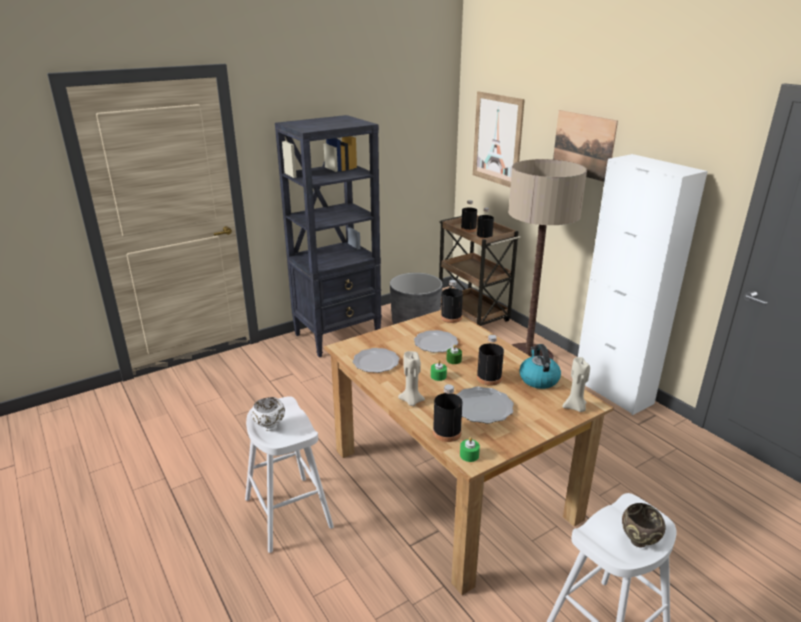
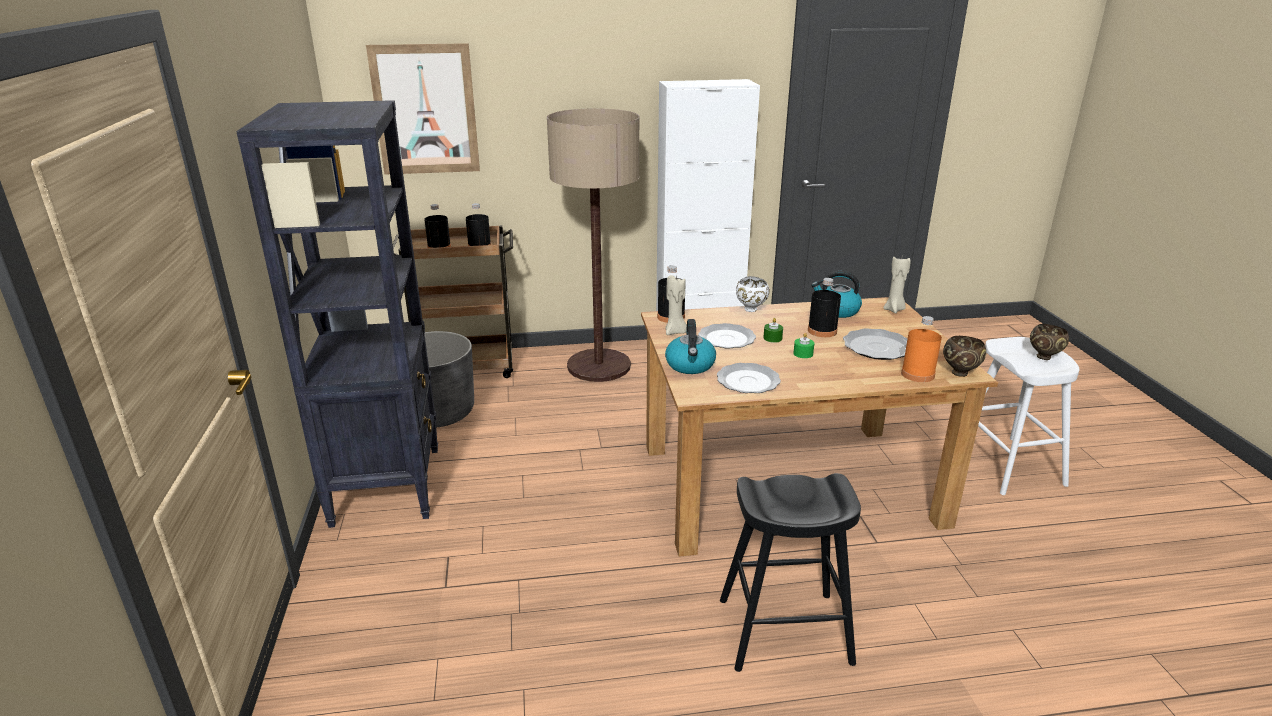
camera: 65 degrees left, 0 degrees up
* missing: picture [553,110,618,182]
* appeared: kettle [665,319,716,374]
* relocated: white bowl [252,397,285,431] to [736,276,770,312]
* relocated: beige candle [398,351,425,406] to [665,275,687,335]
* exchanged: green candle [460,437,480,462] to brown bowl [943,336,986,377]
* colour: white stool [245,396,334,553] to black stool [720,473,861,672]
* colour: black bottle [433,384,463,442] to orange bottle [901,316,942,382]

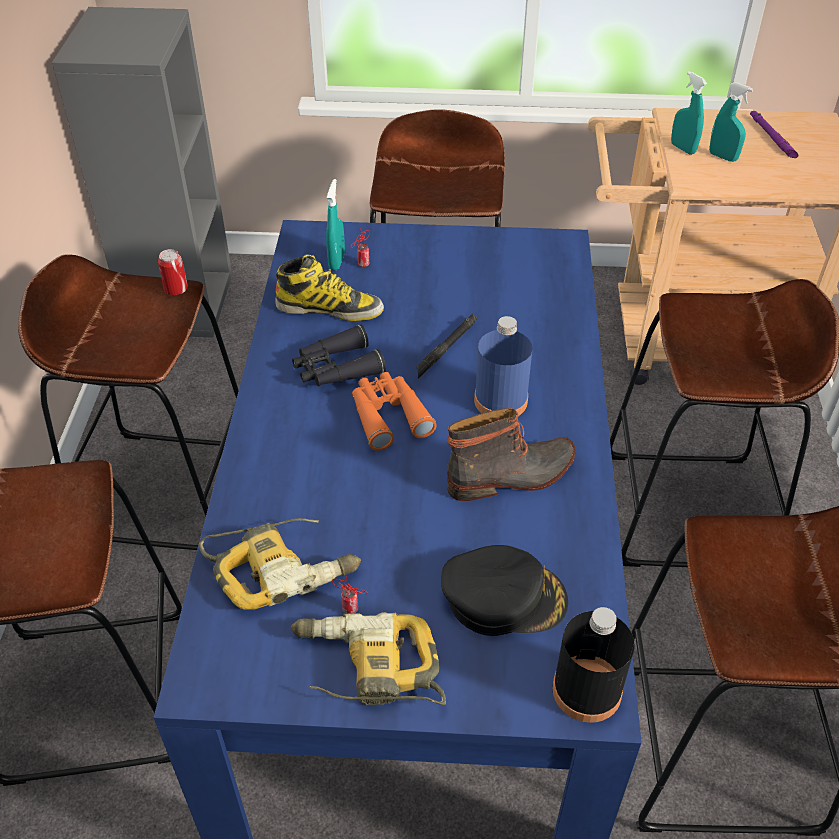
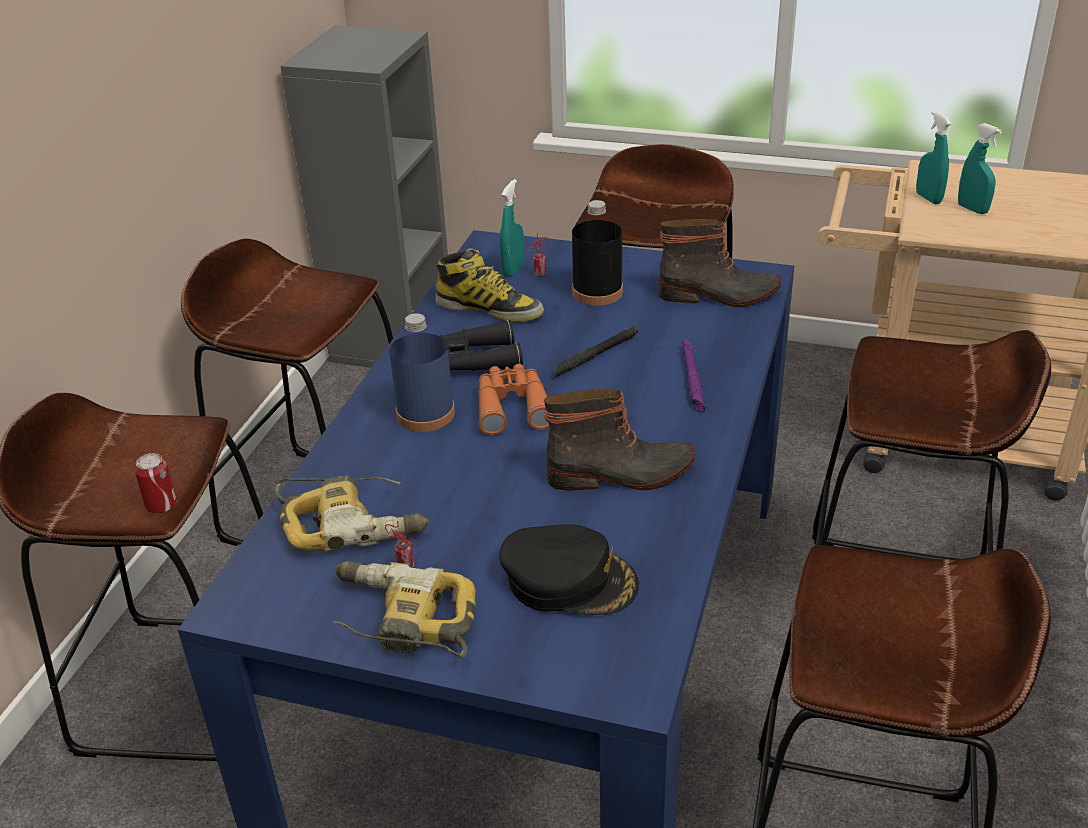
camera: 15 degrees right, 10 degrees down
* appeared: boot [659,219,781,307]
* relocated: can [158,249,188,295] to [135,453,177,513]
* relocated: blue bottle [474,316,533,416] to [389,313,455,432]
* relocated: black bottle [552,607,634,723] to [572,200,623,306]
* relocated: purple flashlight [750,111,798,158] to [682,339,705,412]

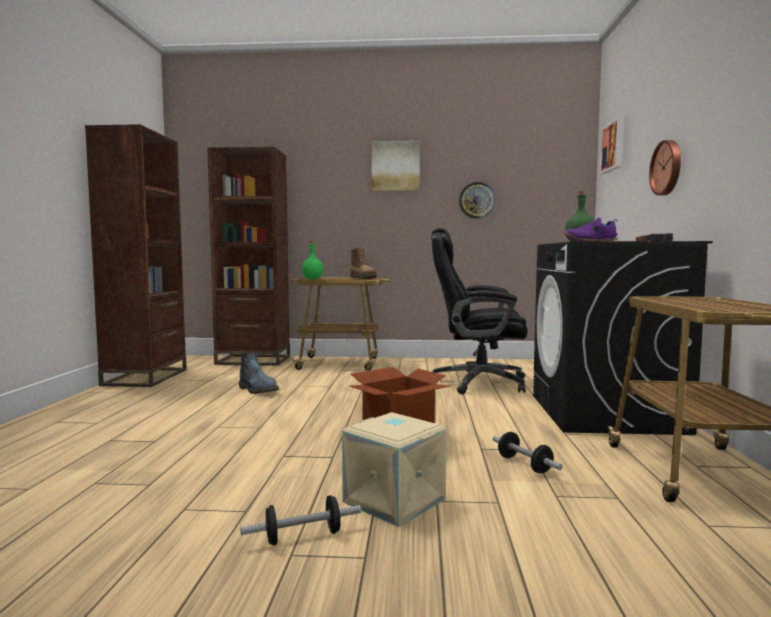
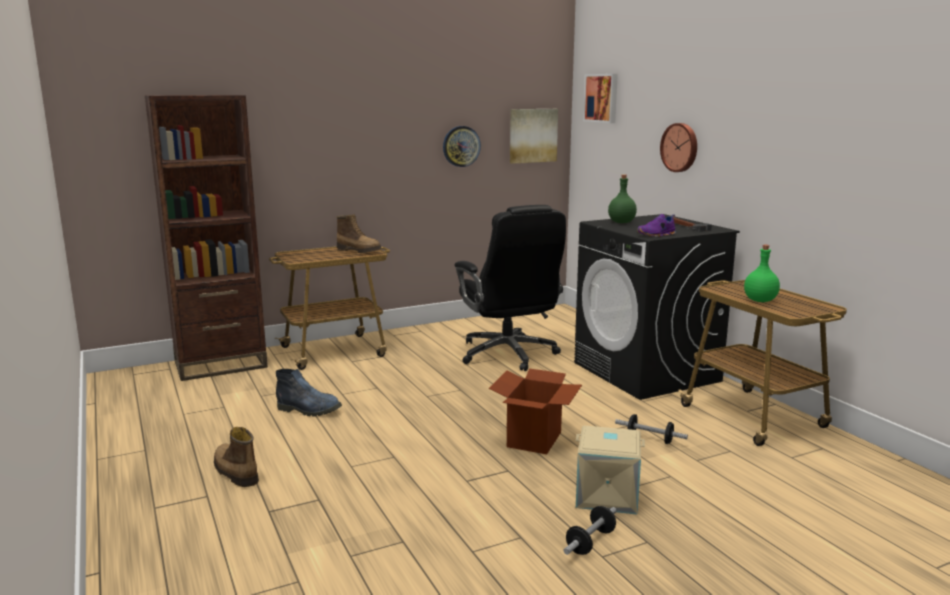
camera: 30 degrees left, 10 degrees up
* missing: brown bookcase [85,124,187,387]
* appeared: boot [214,427,259,487]
* relocated: green bottle [302,241,323,279] to [744,245,780,302]
* relocated: picture [371,141,420,191] to [510,109,558,164]
* spun: black office chair [431,228,528,394] = [455,205,566,371] 90 degrees counterclockwise

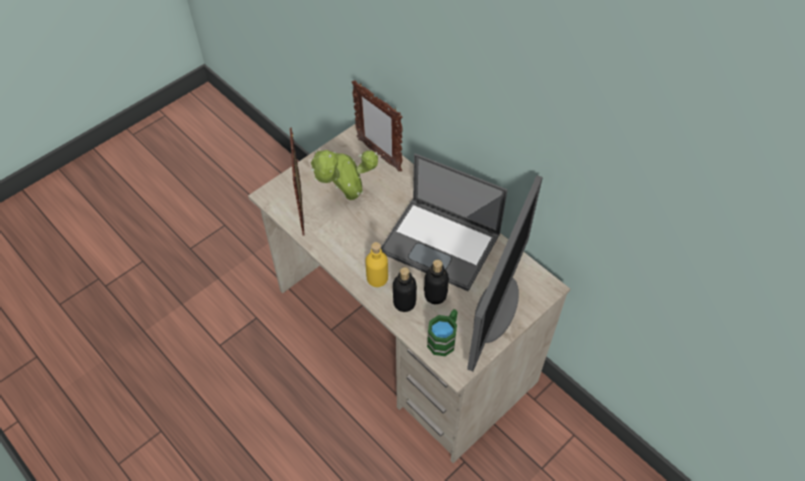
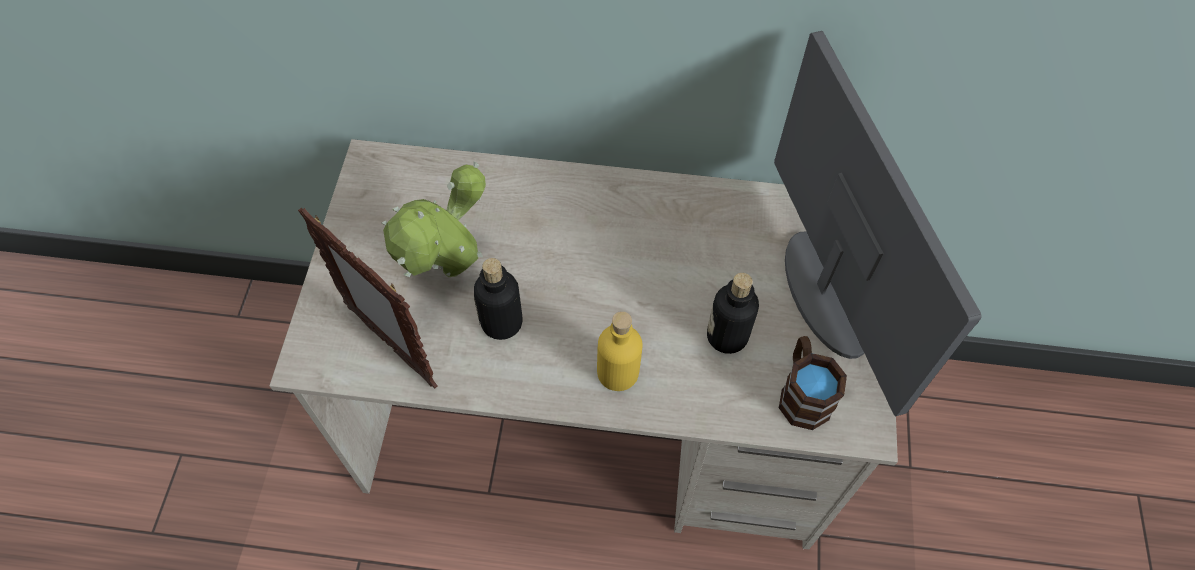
camera: 40 degrees left, 5 degrees up
* missing: picture frame [352,80,403,172]
* missing: laptop [381,153,508,291]
* relocated: bottle [393,267,417,312] to [474,258,522,340]
* colour: green mug [427,309,458,356] to brown mug [779,336,847,430]

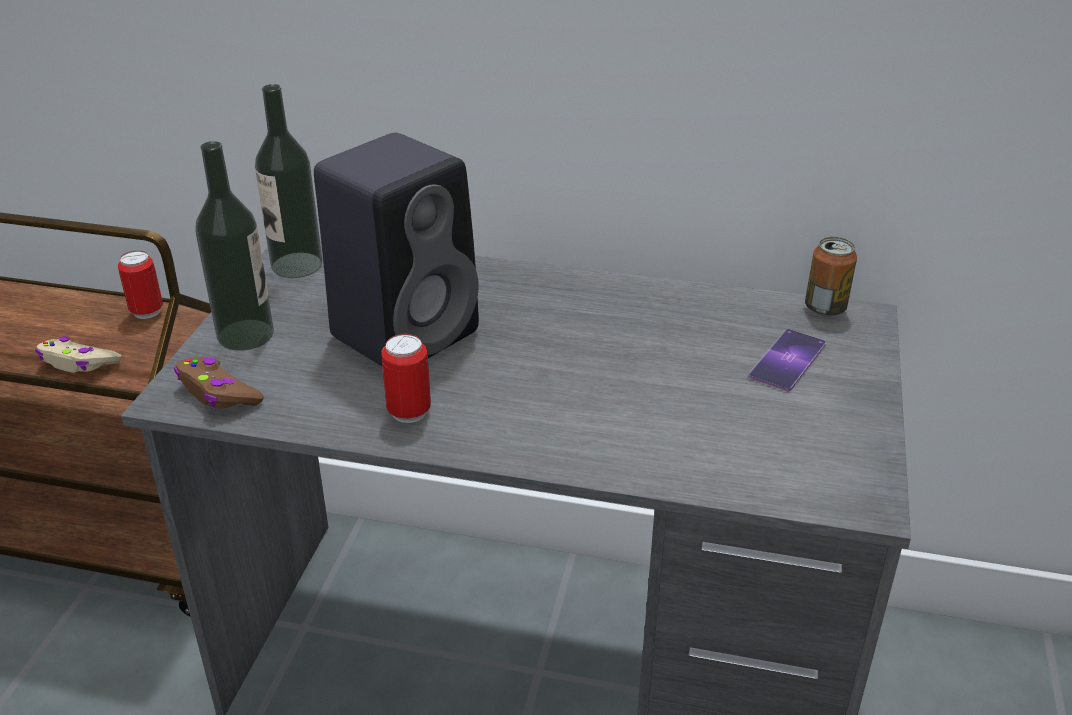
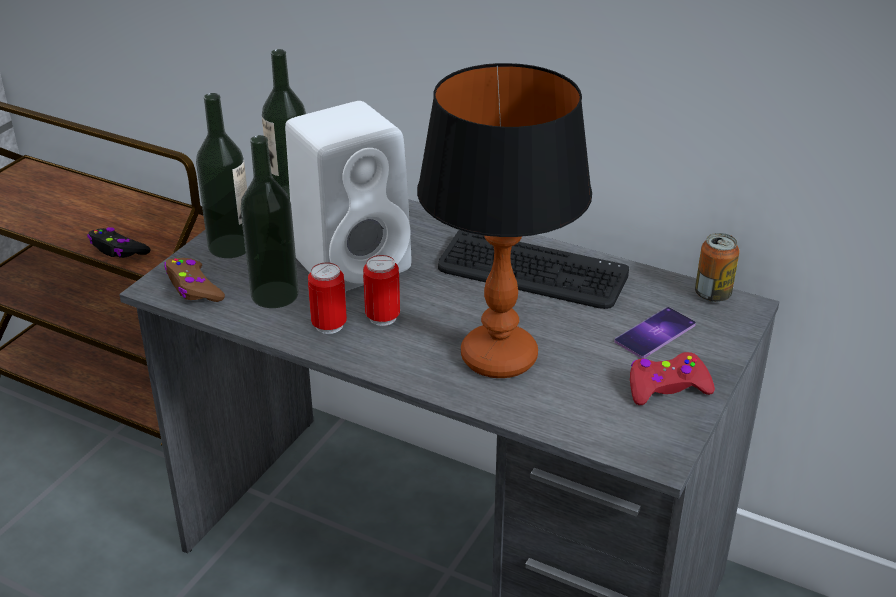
camera: 15 degrees right, 0 degrees up
* appeared: bottle [240,135,299,308]
* appeared: table lamp [417,63,592,378]
* appeared: keyboard [438,230,629,309]
* appeared: red game controller [630,352,715,405]
* relocated: can [118,251,163,319] to [363,255,400,326]
* colour: beige game controller [35,336,121,373] to black game controller [87,227,151,258]
* colour: black speaker [314,133,479,366] to white speaker [285,101,411,291]

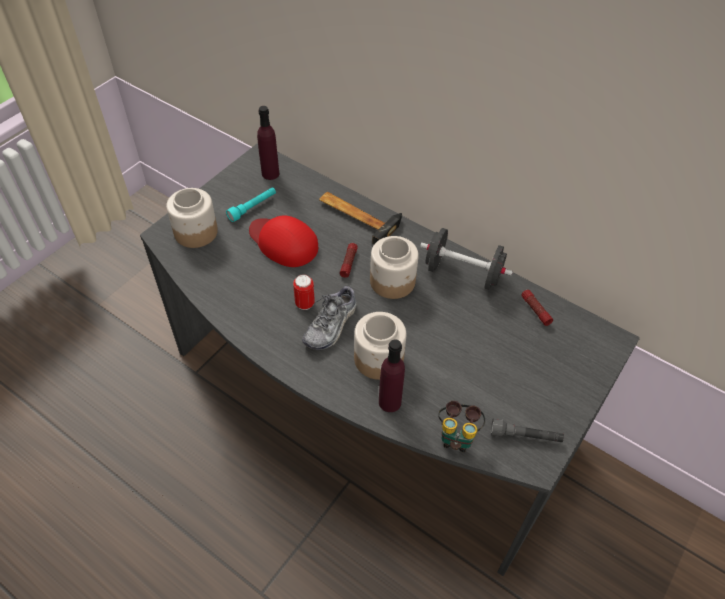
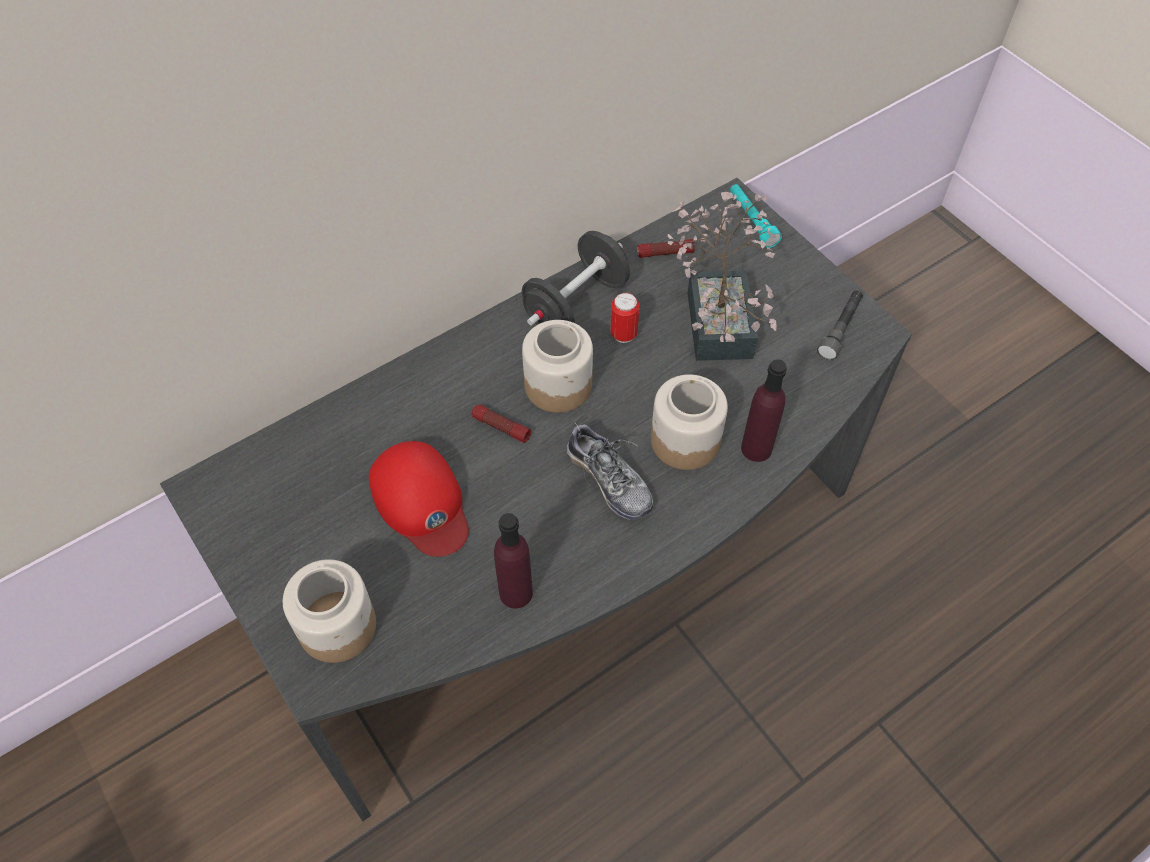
camera: 70 degrees left, 5 degrees up
* missing: hammer [319,192,402,244]
* missing: binoculars [439,401,485,452]
* appeared: potted plant [668,192,777,361]
* relocated: turquoise flashlight [226,187,276,222] to [730,184,782,248]
* relocated: purple bottle [257,106,279,180] to [494,513,533,609]
* relocated: can [293,274,315,310] to [610,293,639,343]
* spun: red cap [249,216,318,267] = [369,441,469,557] 90 degrees counterclockwise

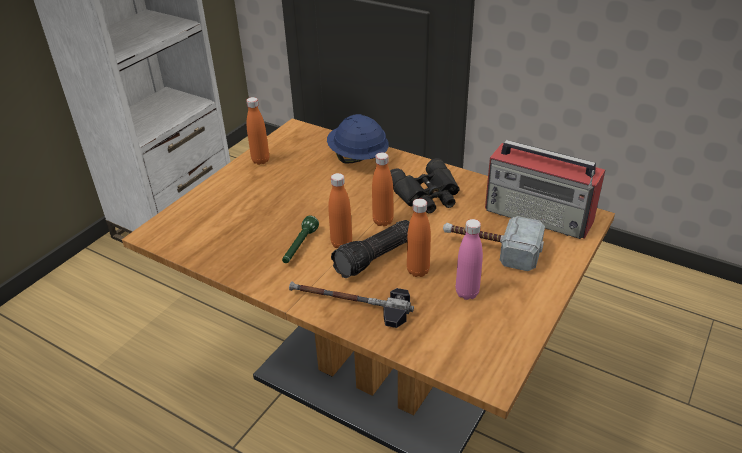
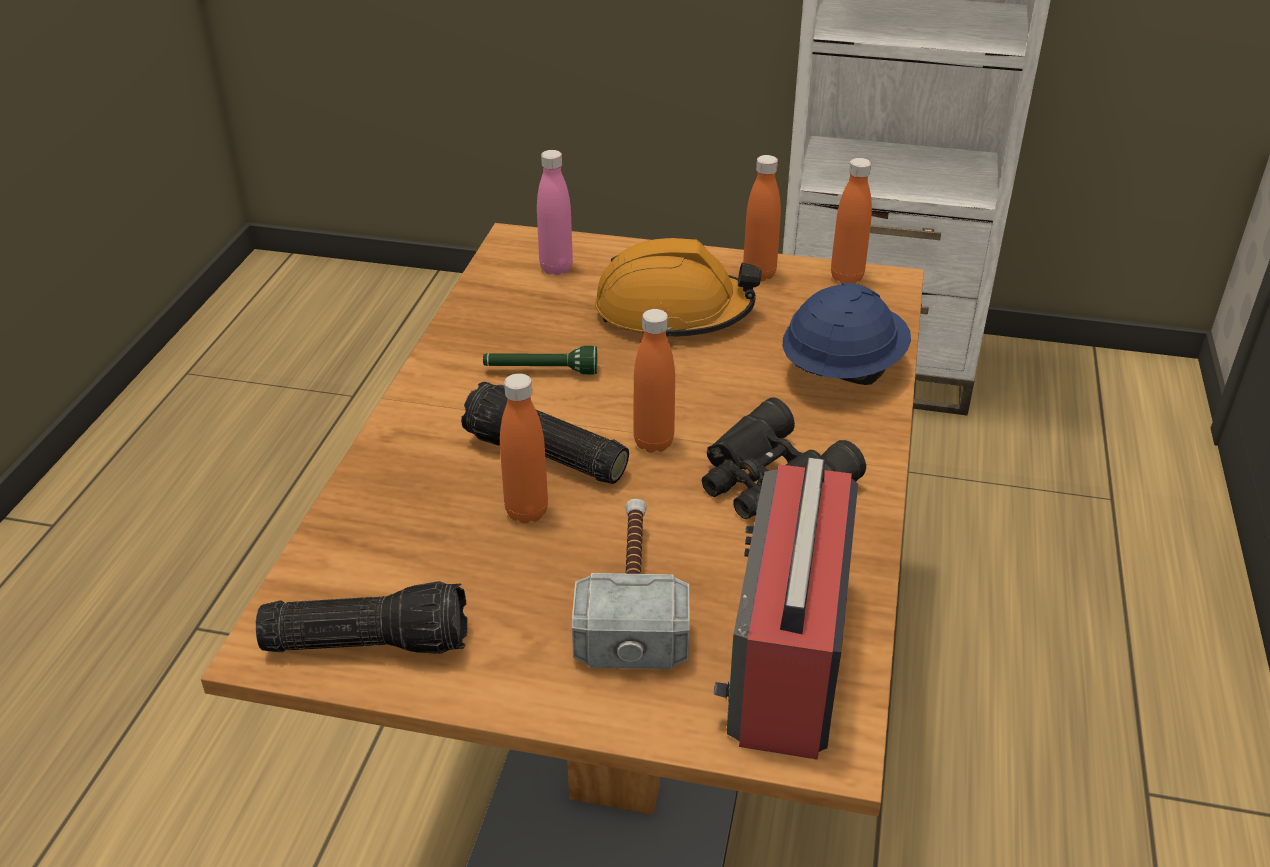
camera: 70 degrees right, 0 degrees up
* missing: hammer [289,281,414,328]
* appeared: flashlight [255,581,468,654]
* appeared: orange hard hat [595,238,762,337]
* relocated: orange bottle [328,173,352,248] to [831,158,872,284]
* relocated: pink bottle [456,219,483,300] to [537,150,573,275]

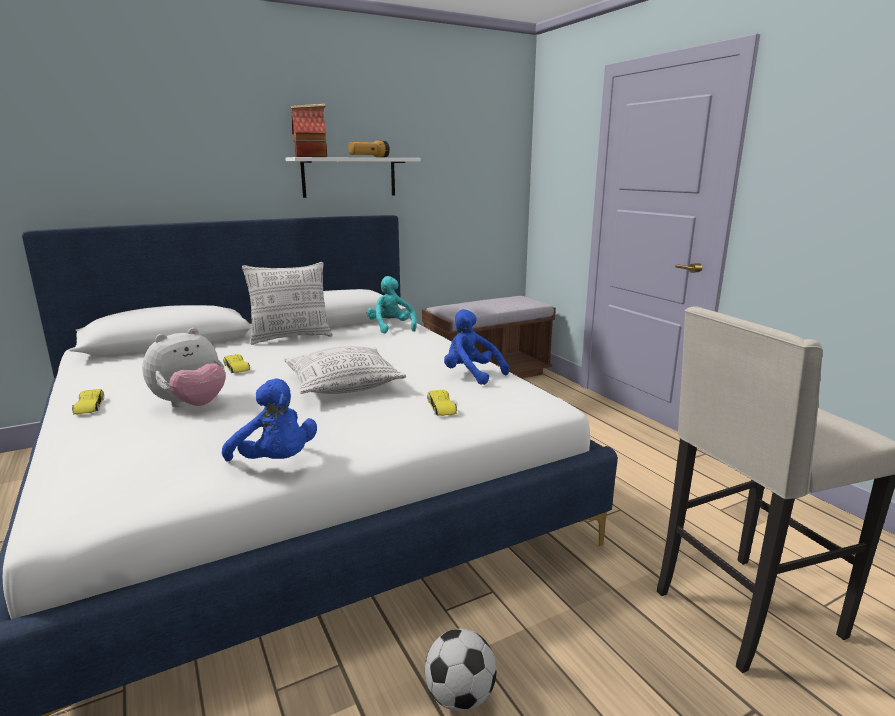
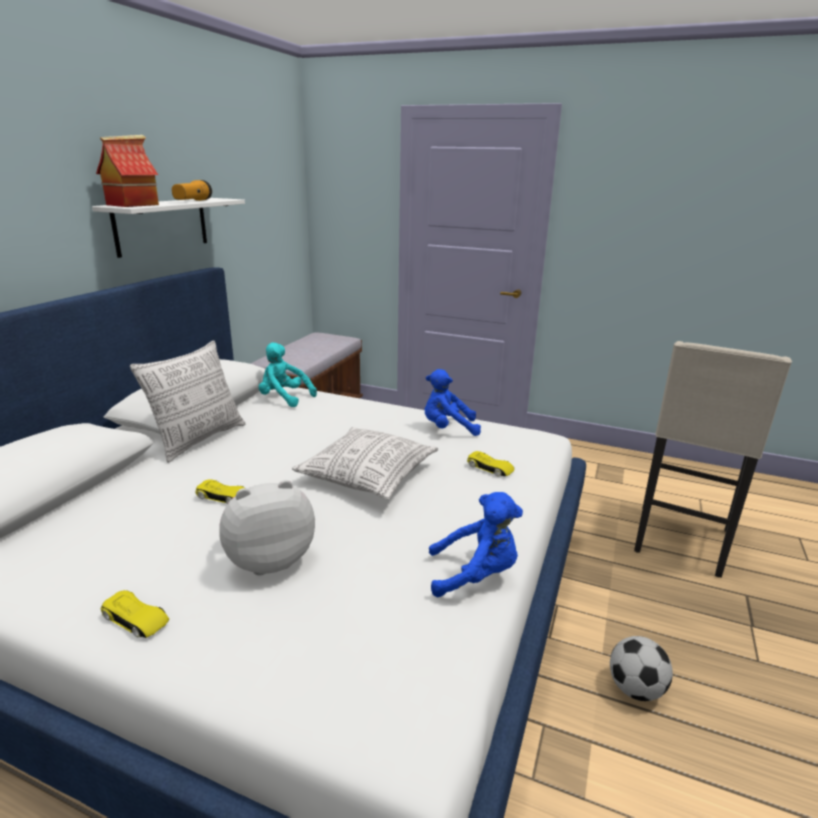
camera: 40 degrees left, 5 degrees up
* spun: plush toy [142,328,226,407] = [219,480,315,575] 120 degrees counterclockwise

